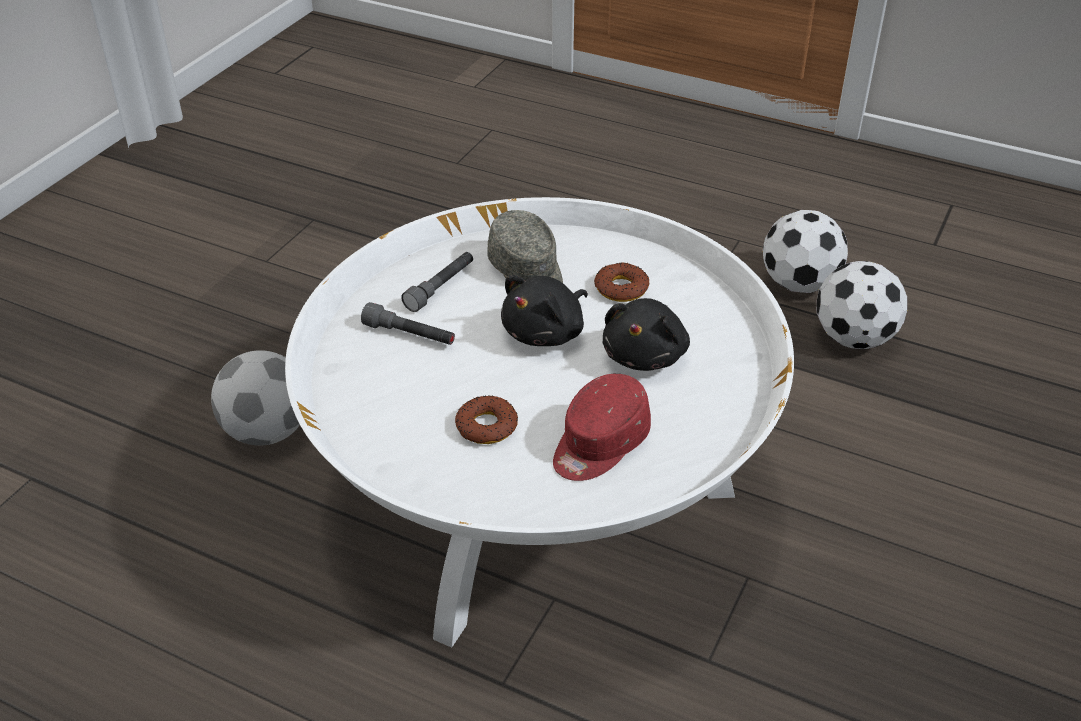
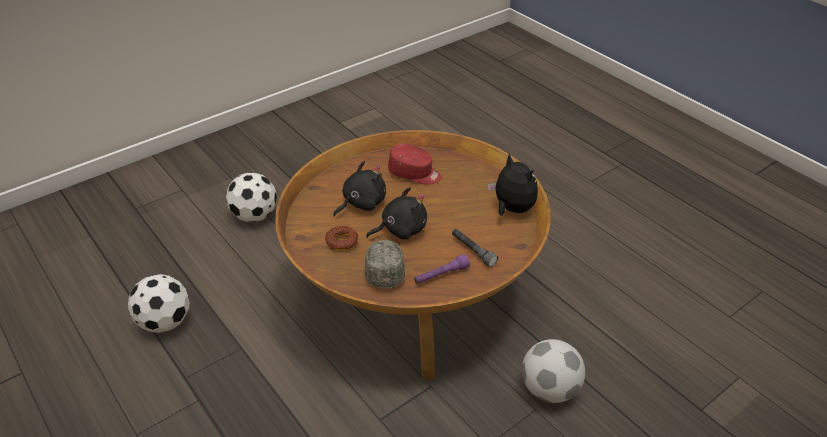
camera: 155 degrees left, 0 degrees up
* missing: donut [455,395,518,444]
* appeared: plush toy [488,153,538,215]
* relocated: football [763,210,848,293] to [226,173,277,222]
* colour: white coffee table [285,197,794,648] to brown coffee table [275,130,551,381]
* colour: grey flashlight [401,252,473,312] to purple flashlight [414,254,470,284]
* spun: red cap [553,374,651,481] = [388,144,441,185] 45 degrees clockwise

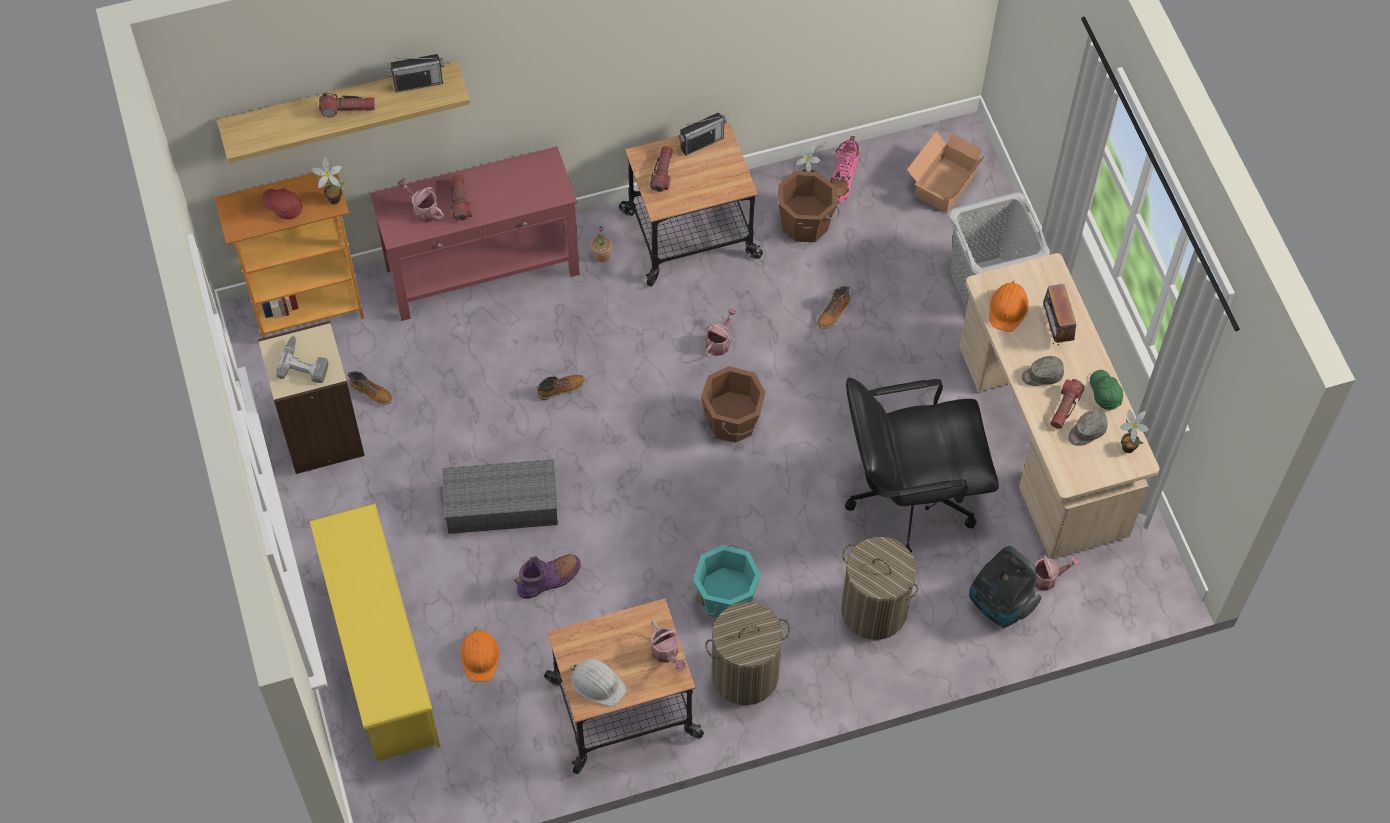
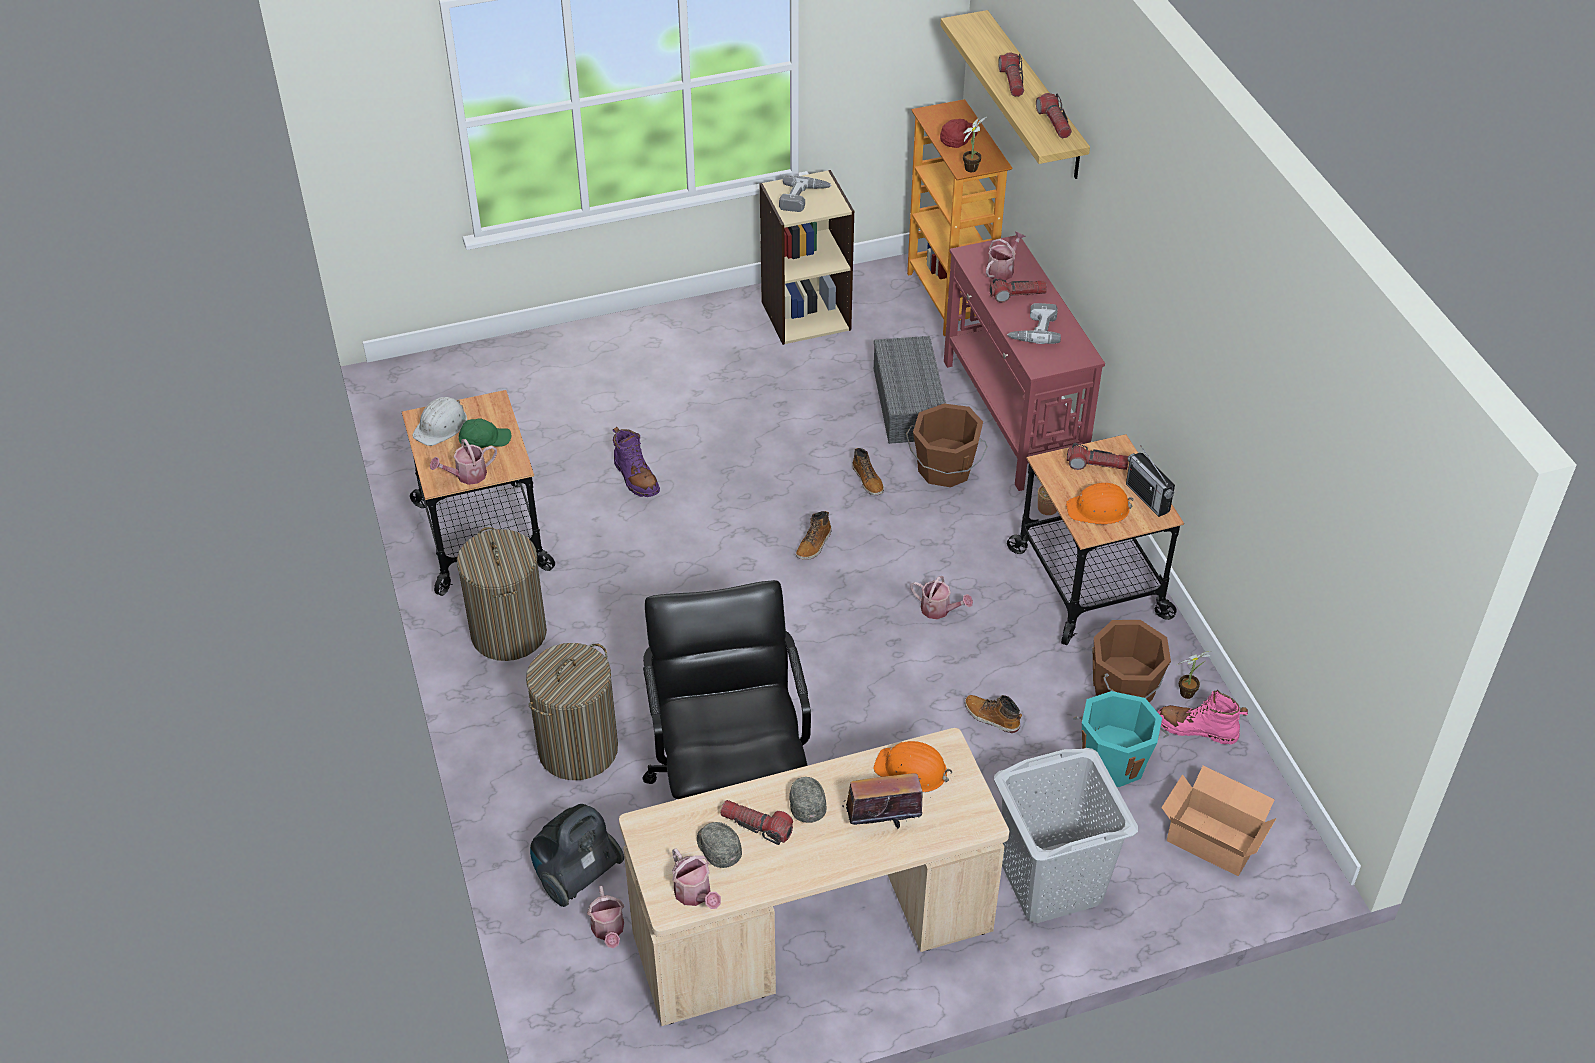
camera: 90 degrees right, 15 degrees down
* missing: yellow shoe rack [310,503,440,761]
* appeared: power drill [1007,303,1061,344]
* relocated: boot [347,371,393,405] to [796,511,832,560]
* relocated: grey storage box [442,459,558,534] to [874,336,946,444]
* relocated: orange hard hat [461,627,499,682] to [1066,483,1133,524]
* relocated: turquoise bucket [693,545,761,618] to [1073,691,1169,787]
* relocated: brown bucket [701,366,766,443] to [906,404,988,487]
* relocated: green cap [1090,370,1123,410] to [459,418,511,448]
* exchanged: radio [388,54,444,93] to flashlight [1036,93,1072,138]
* exchanged: potted plant [1120,409,1149,453] to watering can [672,849,721,909]

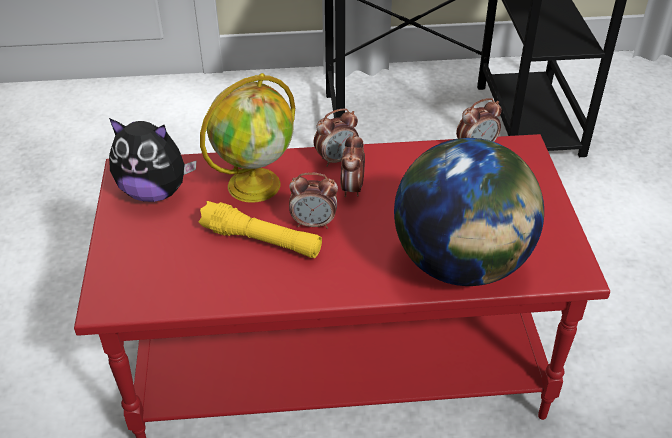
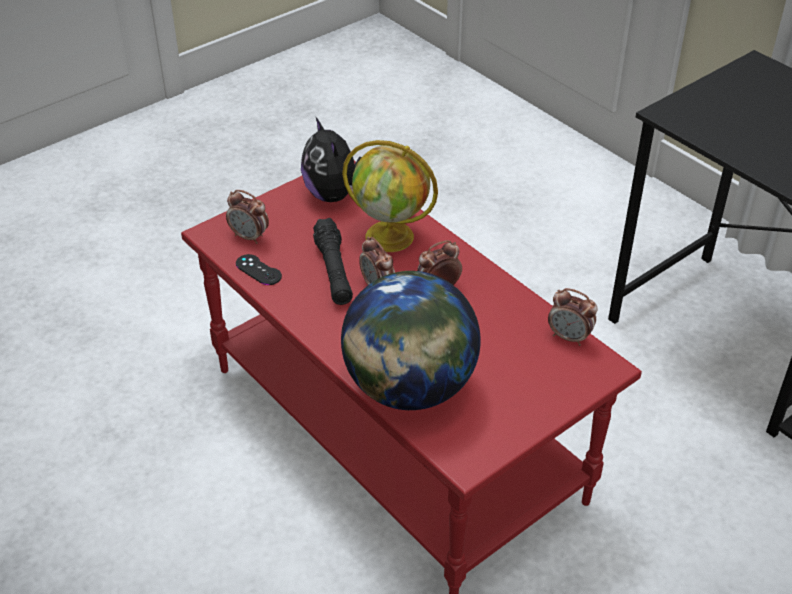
camera: 55 degrees right, 0 degrees up
* appeared: black game controller [236,254,282,285]
* relocated: alarm clock [314,108,359,167] to [226,190,269,244]
* colour: yellow flashlight [198,201,322,258] to black flashlight [313,218,353,305]

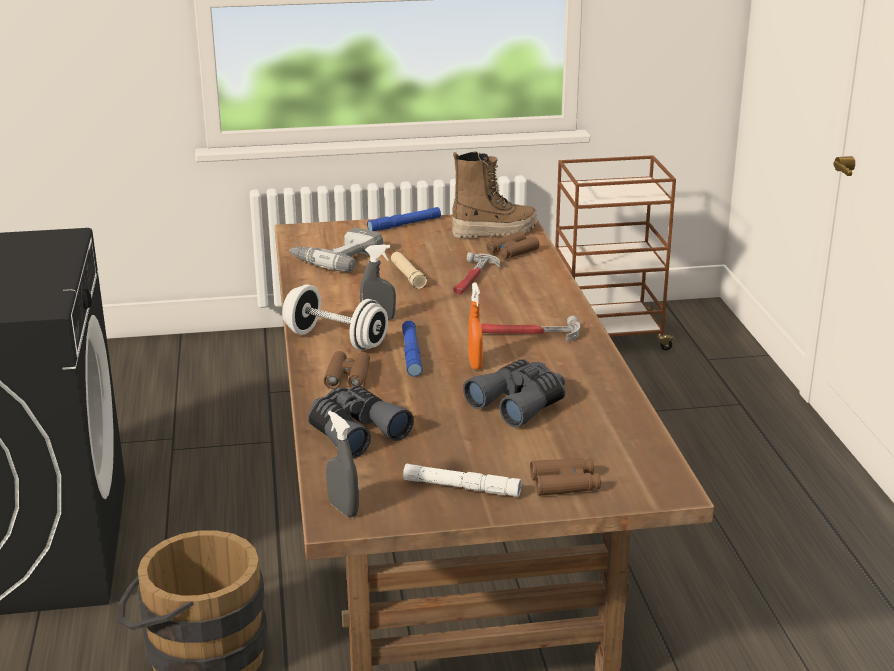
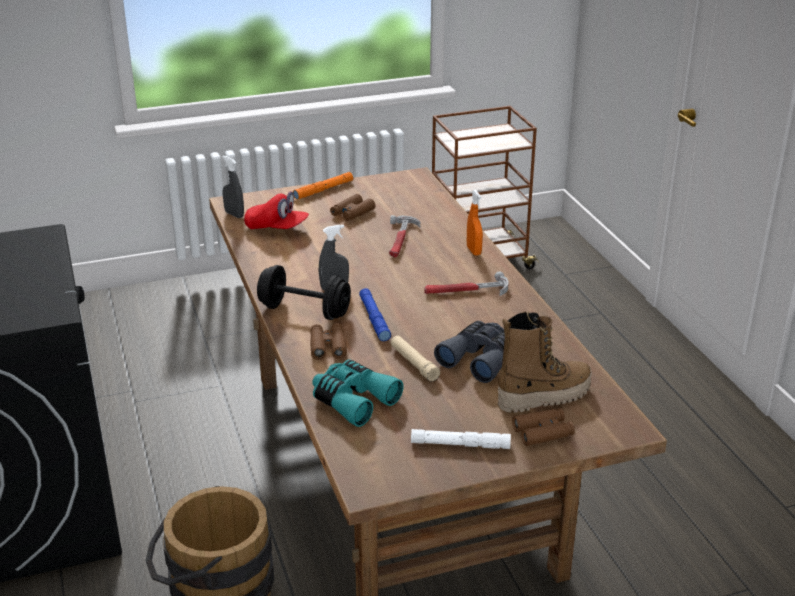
camera: 10 degrees left, 5 degrees up
* relocated: grey spray bottle [326,411,359,517] to [222,155,244,218]
* relocated: beige flashlight [391,252,427,289] to [391,336,440,382]
* relocated: boot [452,152,537,238] to [498,312,592,413]
* relocated: orange spray bottle [468,283,483,370] to [467,190,483,256]
* relocated: brown binoculars [486,231,539,259] to [330,194,375,221]
* exchanged: power drill [289,228,383,272] to red cap [244,191,309,229]
* colour: white dumbbell [282,284,388,350] to black dumbbell [257,265,351,320]
* colour: grey binoculars [308,385,414,458] to turquoise binoculars [312,359,404,427]
* colour: blue flashlight [367,207,441,231] to orange flashlight [293,172,353,200]

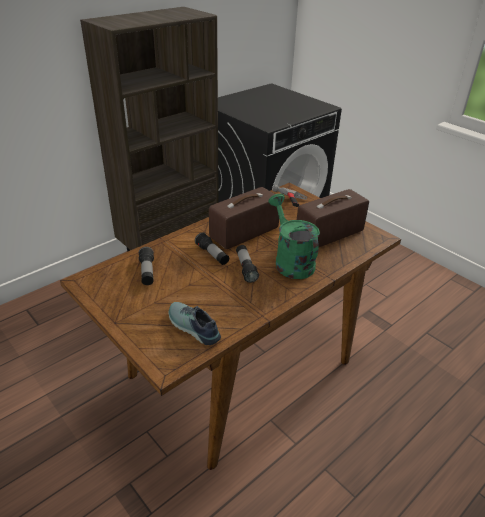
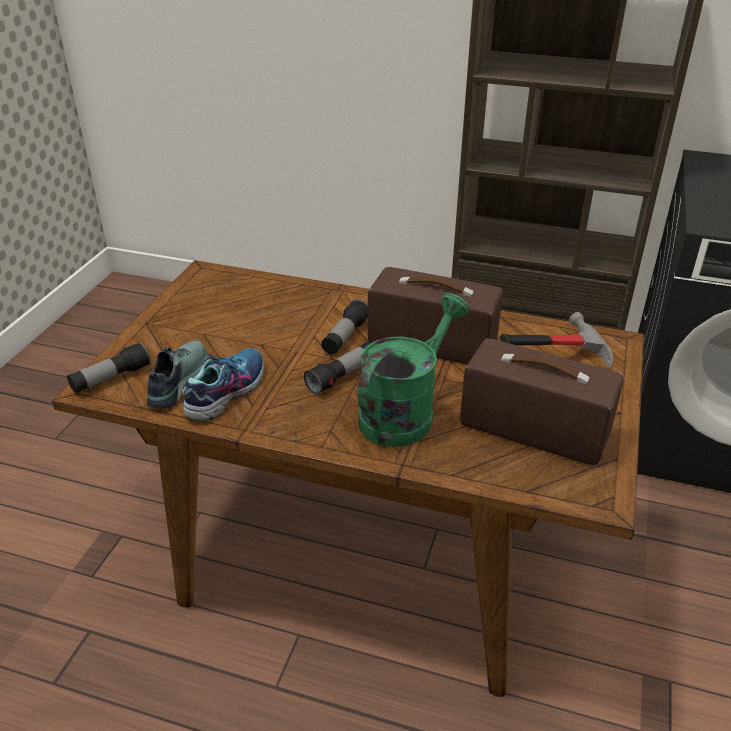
camera: 60 degrees right, 0 degrees up
* appeared: shoe [182,348,264,422]
* relocated: flashlight [139,247,154,285] to [67,342,151,393]

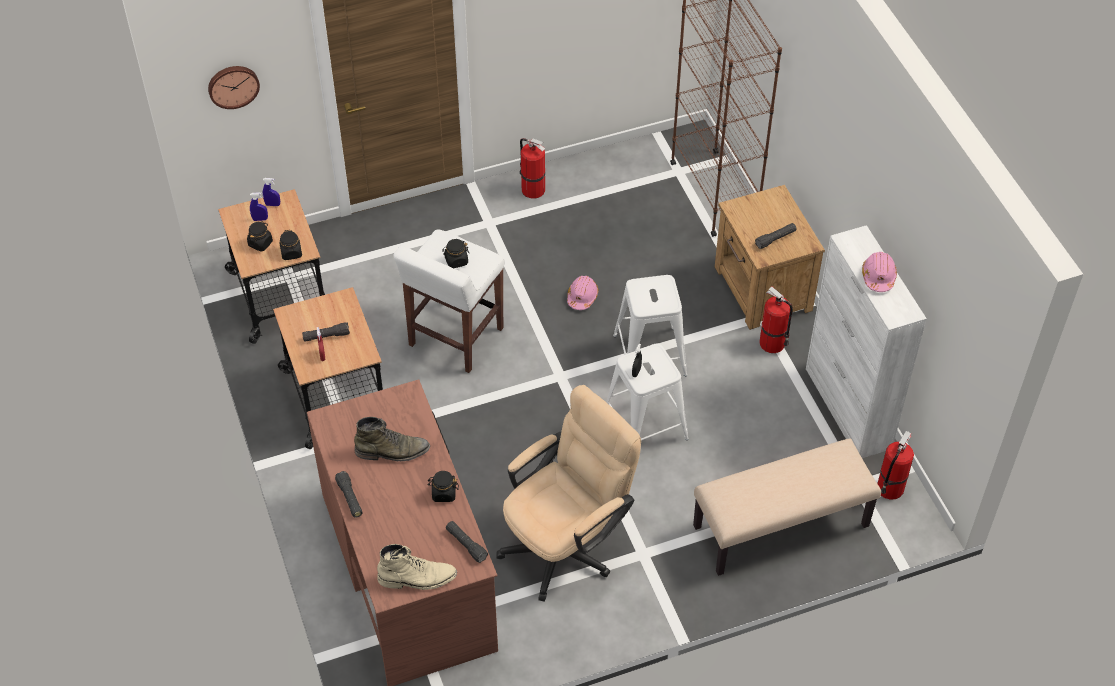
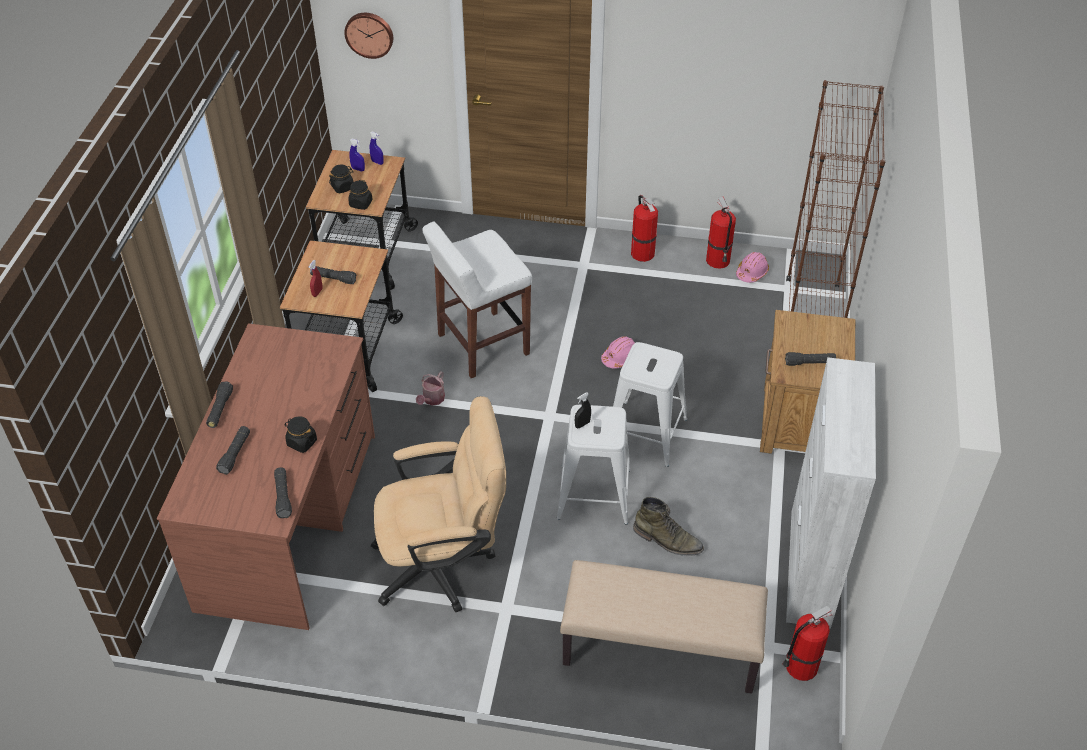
camera: 30 degrees right, 5 degrees down
* missing: beige boot [377,544,457,590]
* missing: black jar [442,239,469,268]
* appeared: black flashlight [216,426,250,475]
* appeared: watering can [416,371,445,406]
* relocated: green boot [354,417,430,462] to [633,497,704,556]
* relocated: fire extinguisher [760,287,793,353] to [706,197,736,269]
* relocated: pink hard hat [862,252,897,292] to [736,252,769,283]

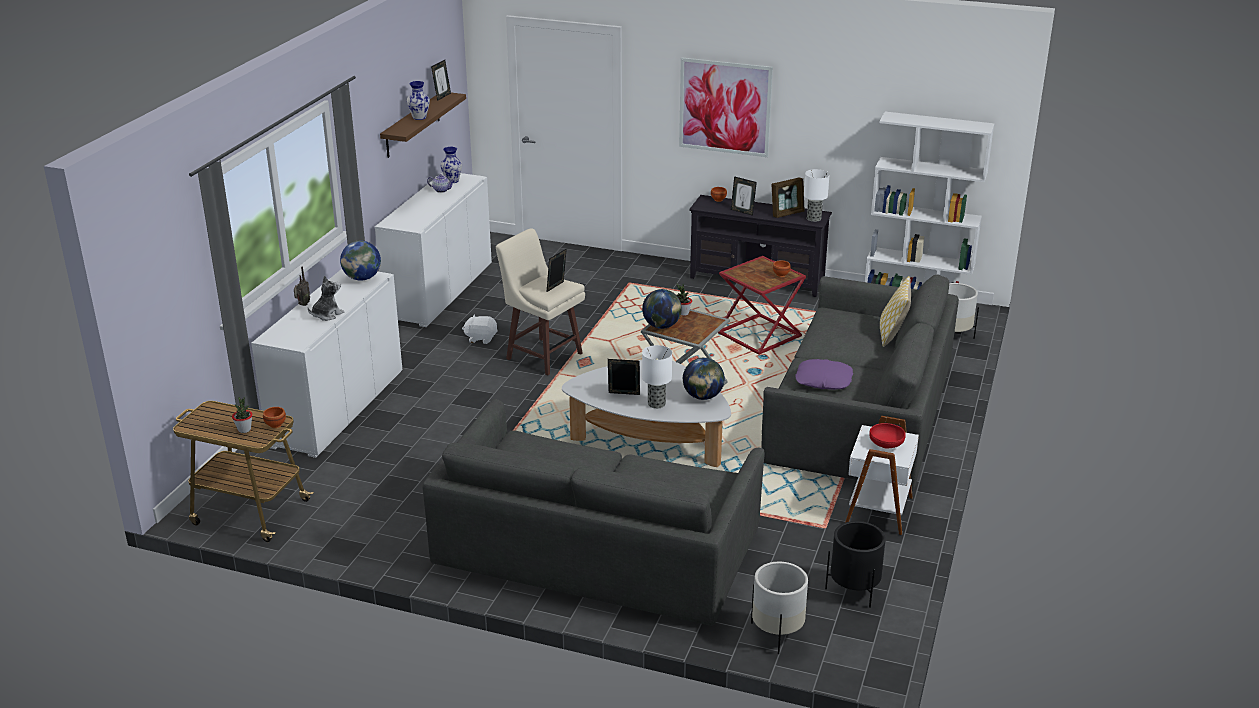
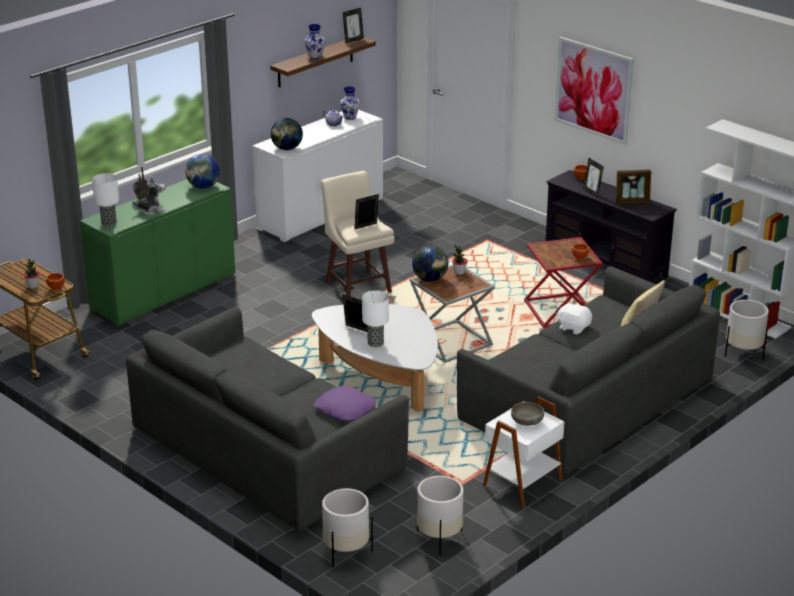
camera: 25 degrees right, 0 degrees up
* relocated: white plush toy [462,315,497,344] to [556,302,592,335]
* relocated: globe [683,357,725,400] to [271,118,303,150]
* relocated: purple pillow [796,359,853,390] to [314,386,376,421]
* relocated: table lamp [804,169,830,222] to [92,173,119,227]
* colour: white cabinet [251,269,402,458] to green cabinet [80,179,235,326]
* colour: black planter [825,521,886,608] to white planter [417,476,463,555]
* colour: red bowl [869,423,906,448] to grey bowl [511,402,544,426]

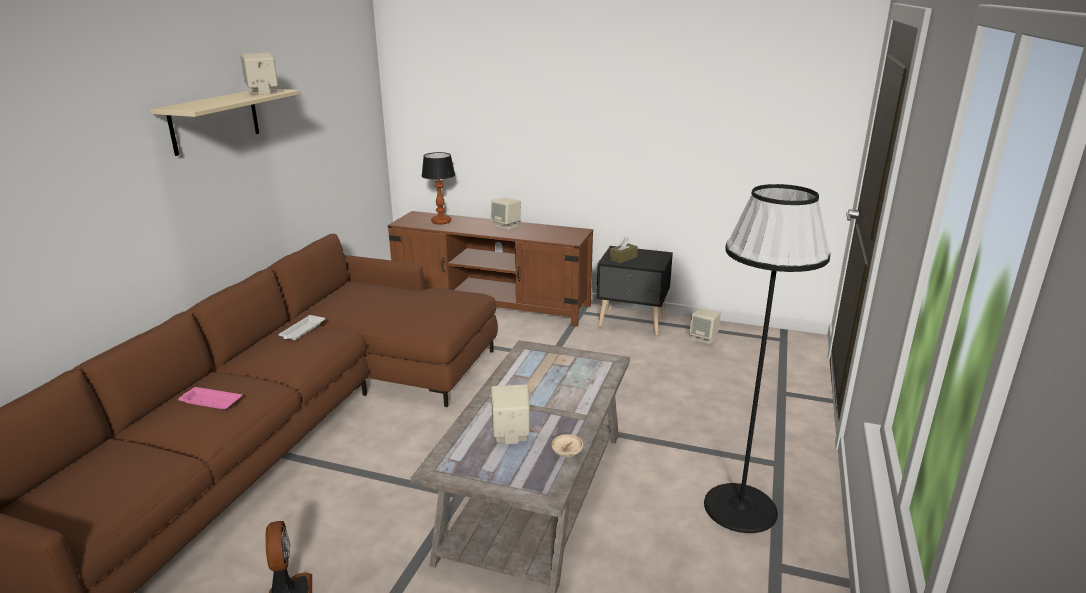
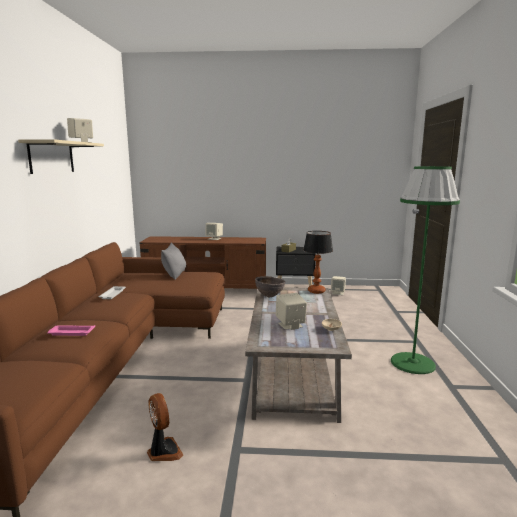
camera: 15 degrees left, 10 degrees down
* appeared: grey pillow [161,243,186,280]
* appeared: brown bowl [255,276,286,297]
* relocated: table lamp [422,152,455,225] to [303,231,333,294]
* colour: black floor lamp [704,184,830,533] to green floor lamp [391,166,460,374]

